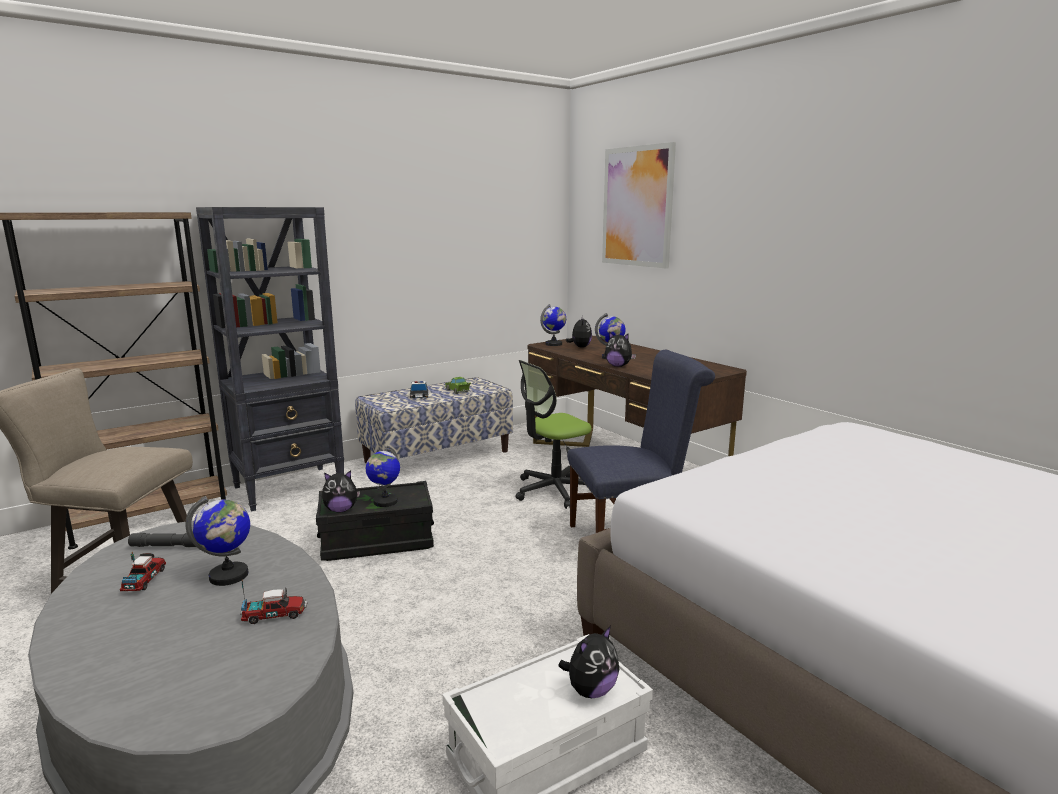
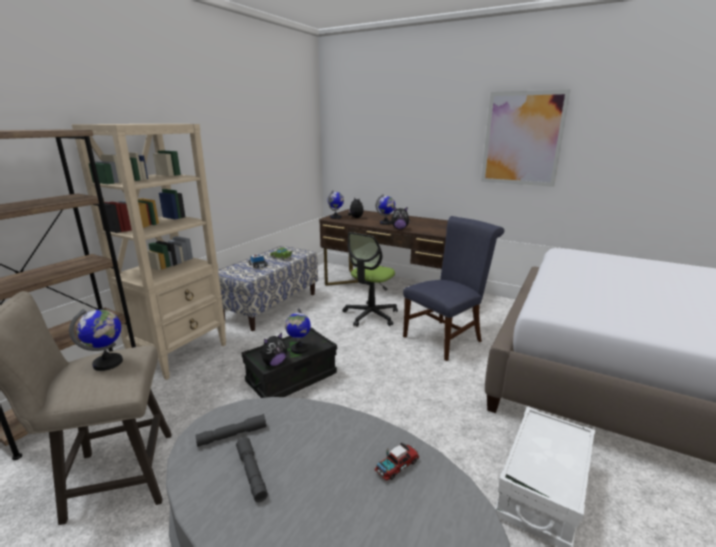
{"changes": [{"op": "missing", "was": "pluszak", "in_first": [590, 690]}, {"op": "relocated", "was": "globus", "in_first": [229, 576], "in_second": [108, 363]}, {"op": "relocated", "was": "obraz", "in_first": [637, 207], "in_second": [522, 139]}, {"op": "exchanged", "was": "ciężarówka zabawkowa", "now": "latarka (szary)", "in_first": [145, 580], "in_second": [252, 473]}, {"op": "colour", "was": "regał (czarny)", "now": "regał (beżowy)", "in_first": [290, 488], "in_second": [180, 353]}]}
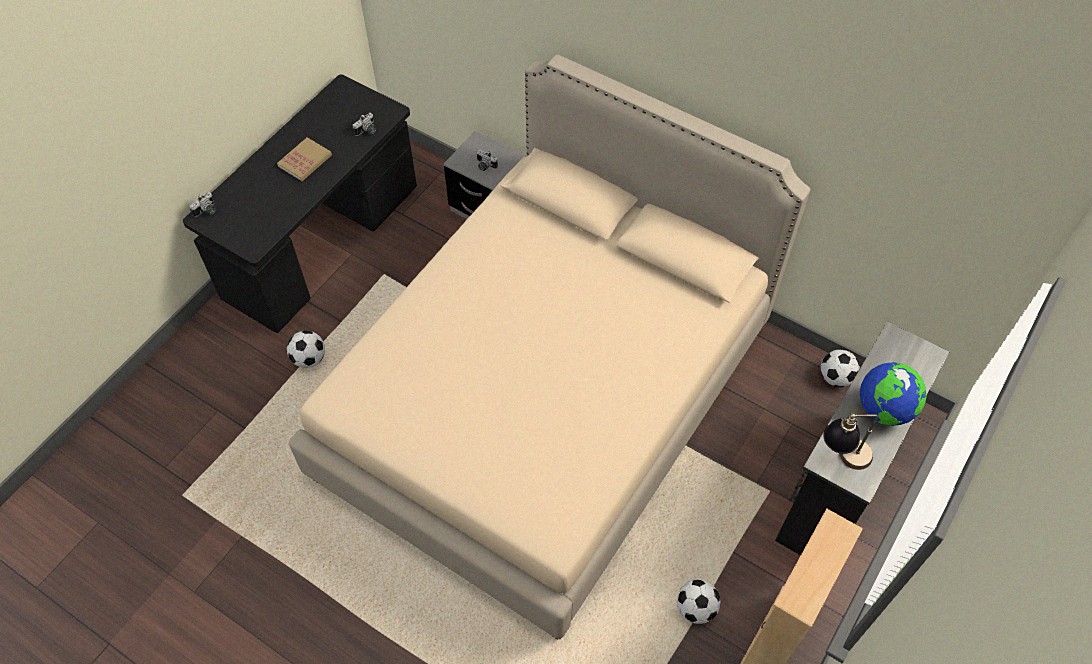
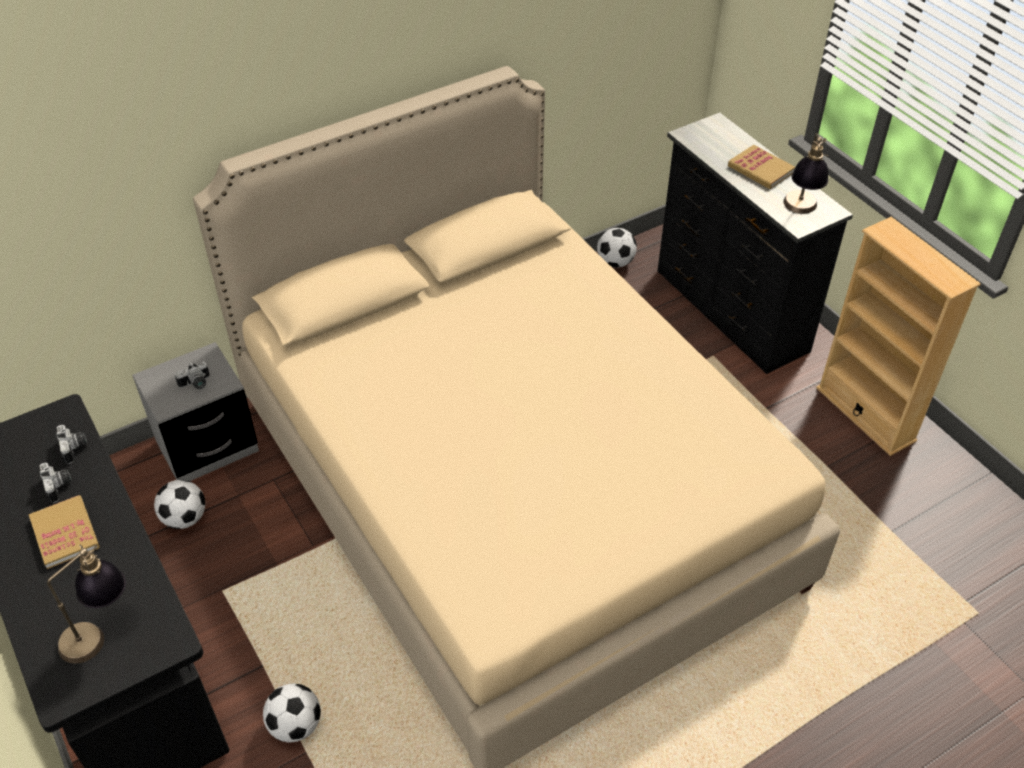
{"changes": [{"op": "appeared", "now": "lampa stołowa", "in_second": [100, 634]}, {"op": "relocated", "was": "aparat fotograficzny", "in_first": [207, 211], "in_second": [59, 486]}, {"op": "relocated", "was": "piłka futbolowa", "in_first": [696, 608], "in_second": [185, 518]}, {"op": "exchanged", "was": "globus", "now": "książka", "in_first": [884, 409], "in_second": [760, 169]}]}
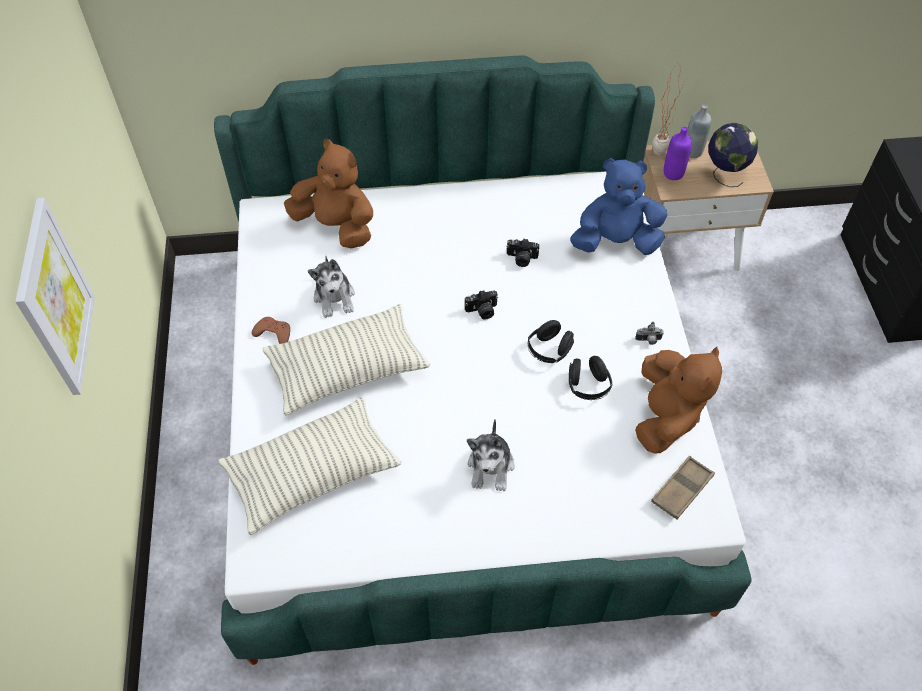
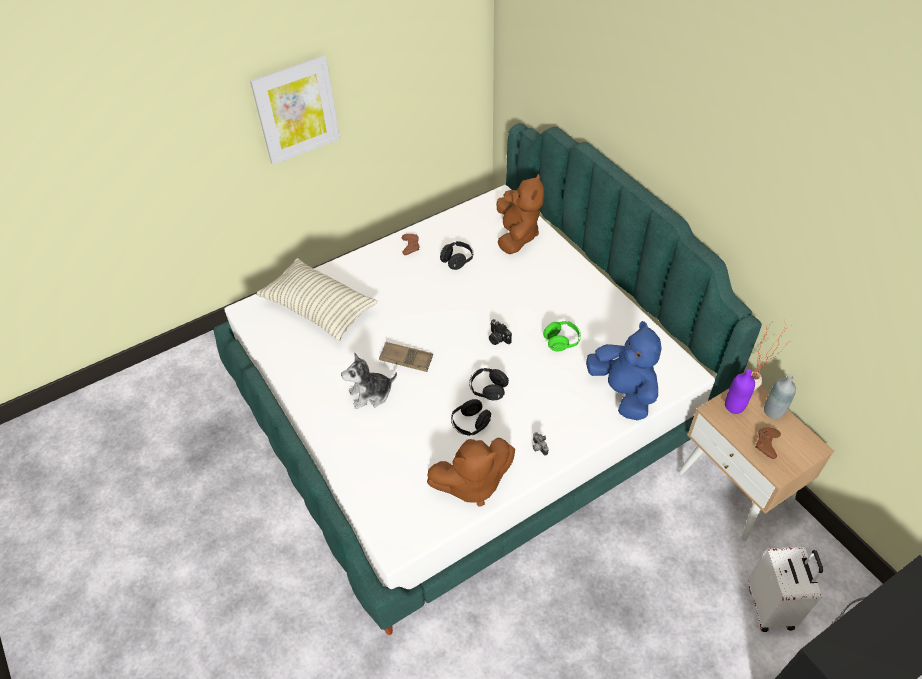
{"changes": [{"op": "missing", "was": "poduszka", "in_first": [347, 369]}, {"op": "appeared", "now": "walizka (biały)", "in_second": [771, 607]}, {"op": "relocated", "was": "taca (brązowy)", "in_first": [682, 490], "in_second": [406, 359]}, {"op": "exchanged", "was": "pluszak", "now": "słuchawki (czarny)", "in_first": [335, 297], "in_second": [457, 260]}, {"op": "exchanged", "was": "aparat fotograficzny", "now": "słuchawki (zielony)", "in_first": [521, 259], "in_second": [561, 341]}, {"op": "exchanged", "was": "globus", "now": "pad do gier (brązowy)", "in_first": [724, 174], "in_second": [766, 444]}]}
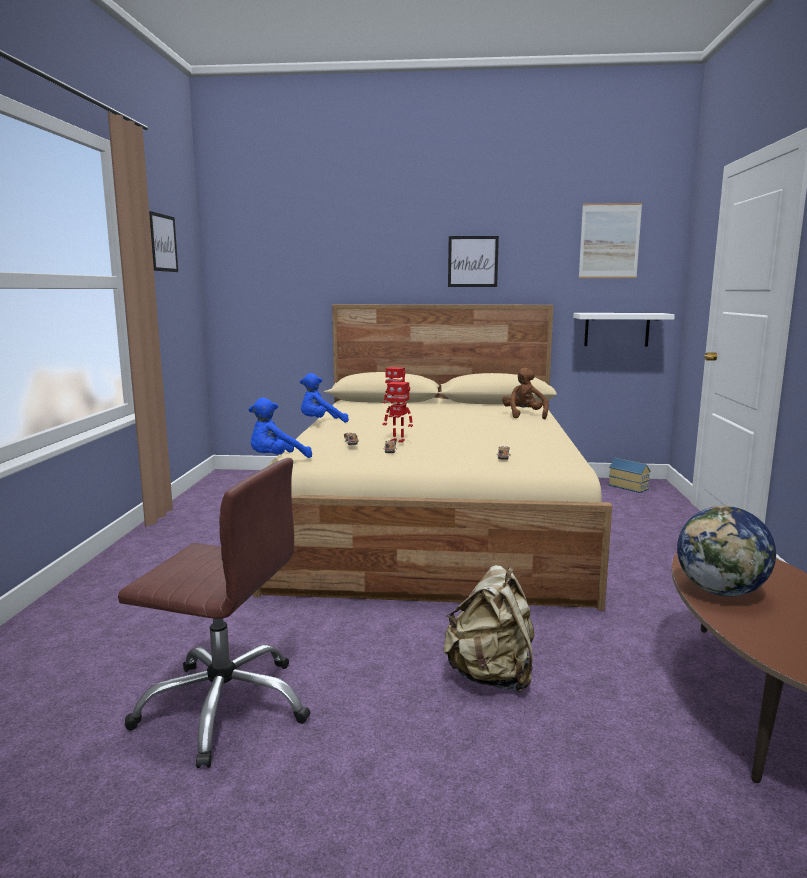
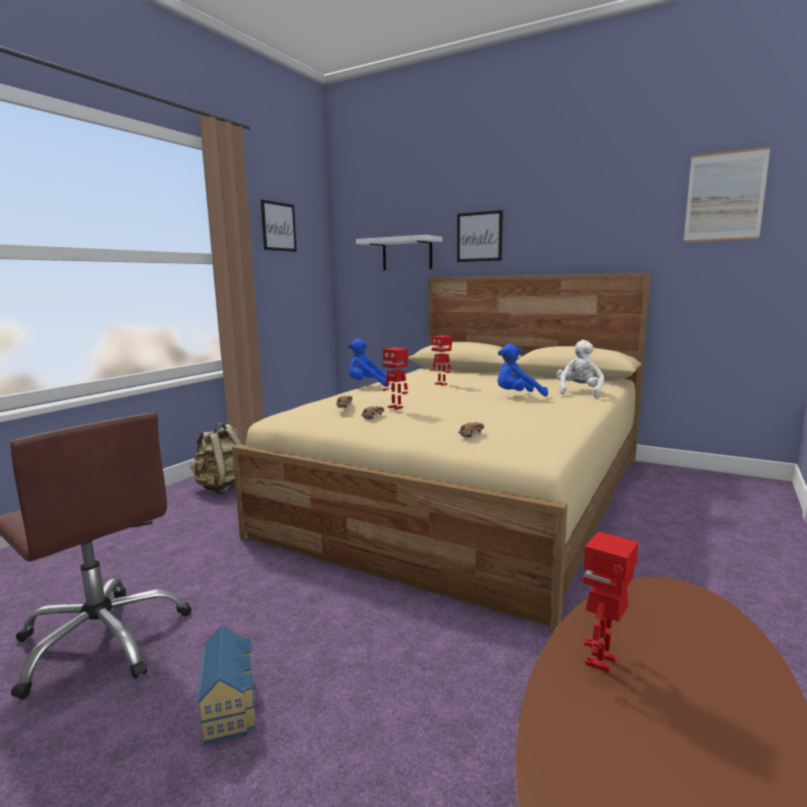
{"changes": [{"op": "relocated", "was": "pluszak (niebieski)", "in_first": [276, 460], "in_second": [517, 396]}, {"op": "relocated", "was": "plecak (beżowy)", "in_first": [491, 676], "in_second": [223, 489]}, {"op": "relocated", "was": "obraz", "in_first": [473, 261], "in_second": [479, 236]}, {"op": "relocated", "was": "półka (biały)", "in_first": [616, 329], "in_second": [407, 254]}, {"op": "relocated", "was": "domek", "in_first": [629, 487], "in_second": [232, 705]}, {"op": "exchanged", "was": "globus", "now": "robot zabawkowy", "in_first": [721, 592], "in_second": [602, 661]}, {"op": "colour", "was": "pluszak (brązowy)", "now": "pluszak (biały)", "in_first": [524, 415], "in_second": [579, 392]}]}
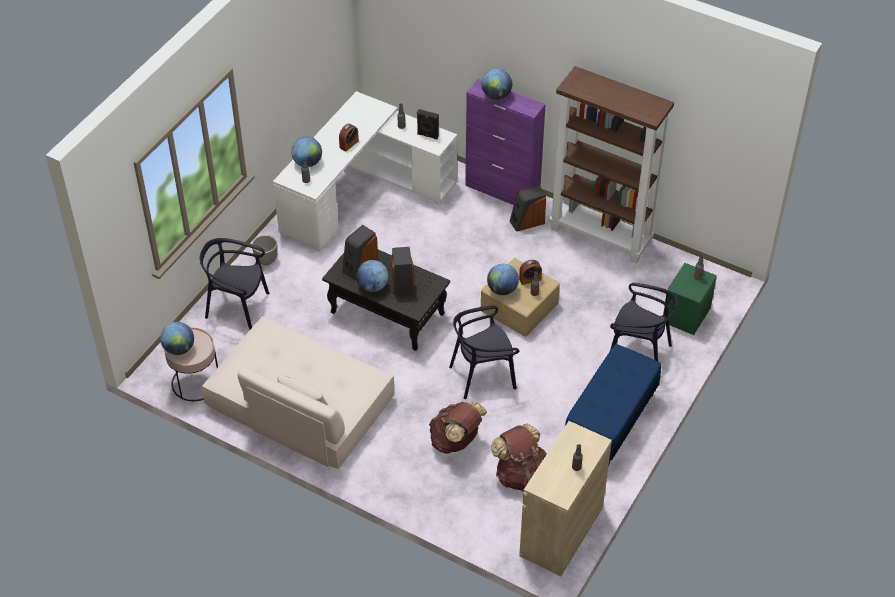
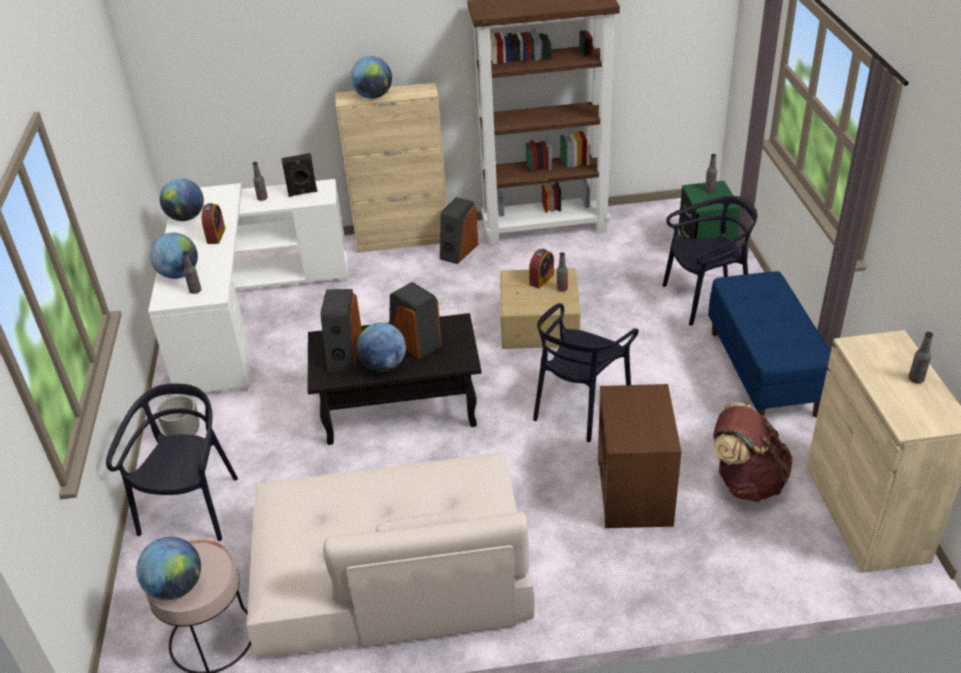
{"changes": [{"op": "relocated", "was": "globus", "in_first": [502, 290], "in_second": [186, 217]}, {"op": "exchanged", "was": "plecak (brązowy)", "now": "stolik (brązowy)", "in_first": [456, 441], "in_second": [633, 492]}, {"op": "colour", "was": "szafka (fioletowy)", "now": "szafka (beżowy)", "in_first": [502, 191], "in_second": [403, 239]}, {"op": "spun", "was": "krzesło (czarny)", "in_first": [237, 307], "in_second": [192, 508], "clockwise": 120}]}
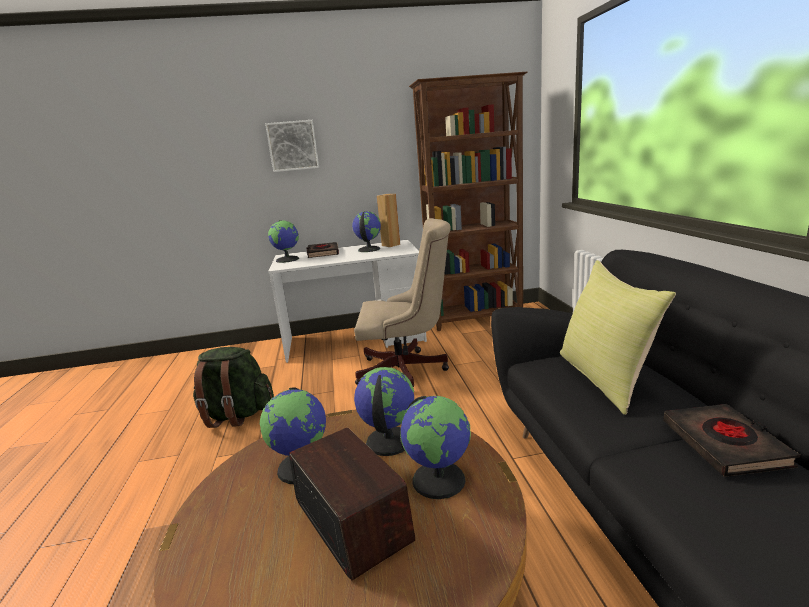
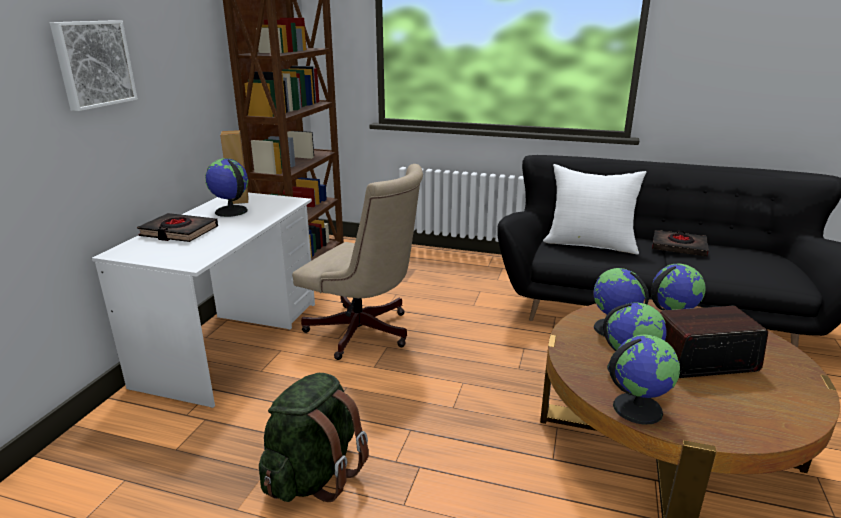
{"changes": [{"op": "relocated", "was": "globus", "in_first": [288, 259], "in_second": [637, 408]}, {"op": "colour", "was": "poduszka (żółty)", "now": "poduszka (biały)", "in_first": [605, 378], "in_second": [590, 244]}, {"op": "spun", "was": "krzesło biurowe (beżowy)", "in_first": [407, 371], "in_second": [364, 334], "clockwise": 90}]}
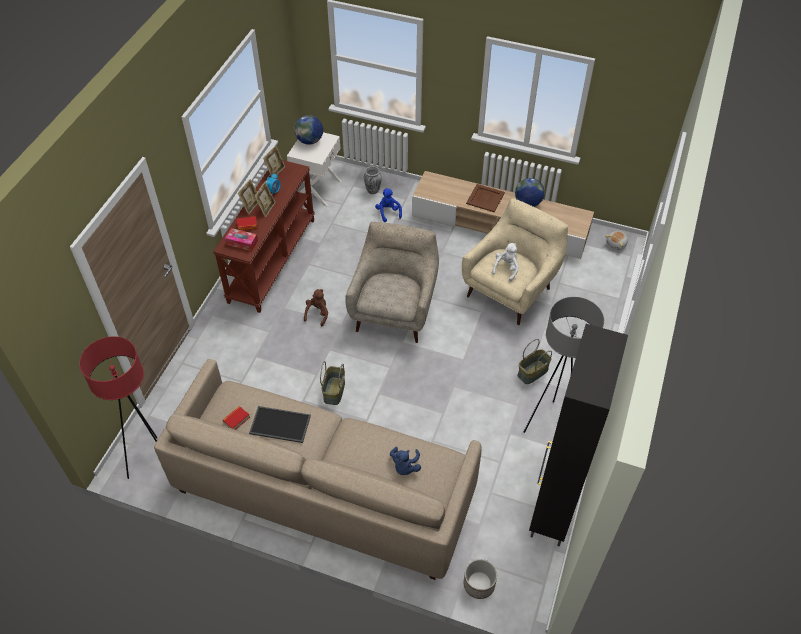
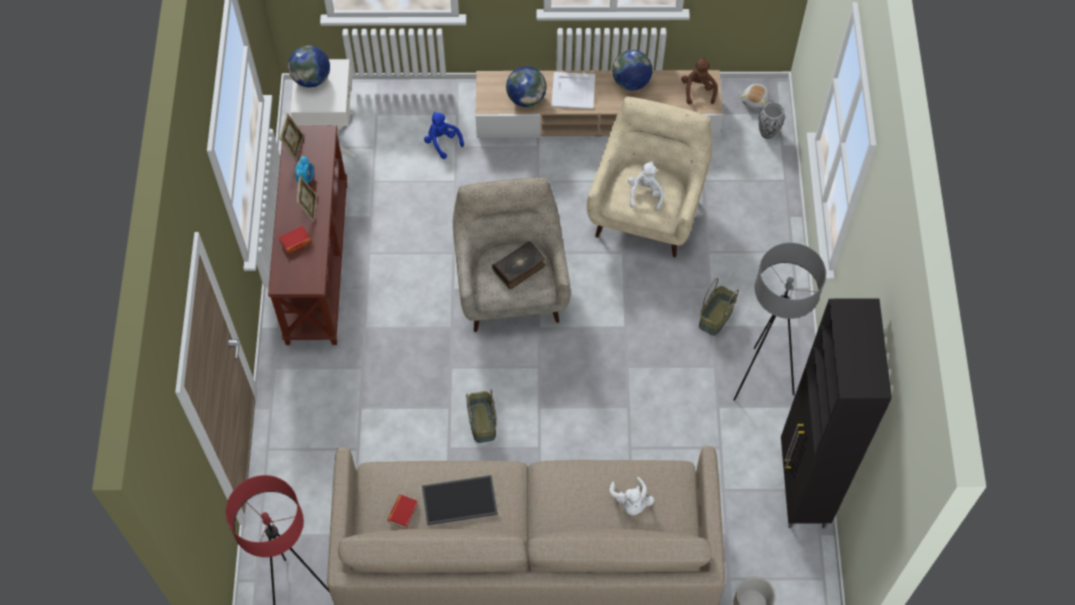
{"changes": [{"op": "missing", "was": "pudełko chusteczek", "in_first": [242, 242]}, {"op": "missing", "was": "ramka na zdjęcie", "in_first": [251, 206]}, {"op": "appeared", "now": "książka", "in_second": [519, 268]}, {"op": "appeared", "now": "globus", "in_second": [526, 98]}, {"op": "relocated", "was": "pluszak (brązowy)", "in_first": [317, 313], "in_second": [698, 90]}, {"op": "relocated", "was": "wazon", "in_first": [373, 191], "in_second": [768, 133]}, {"op": "colour", "was": "pluszak (niebieski)", "now": "pluszak (biały)", "in_first": [405, 466], "in_second": [631, 502]}, {"op": "colour", "was": "taca (brązowy)", "now": "taca (biały)", "in_first": [485, 198], "in_second": [573, 90]}]}
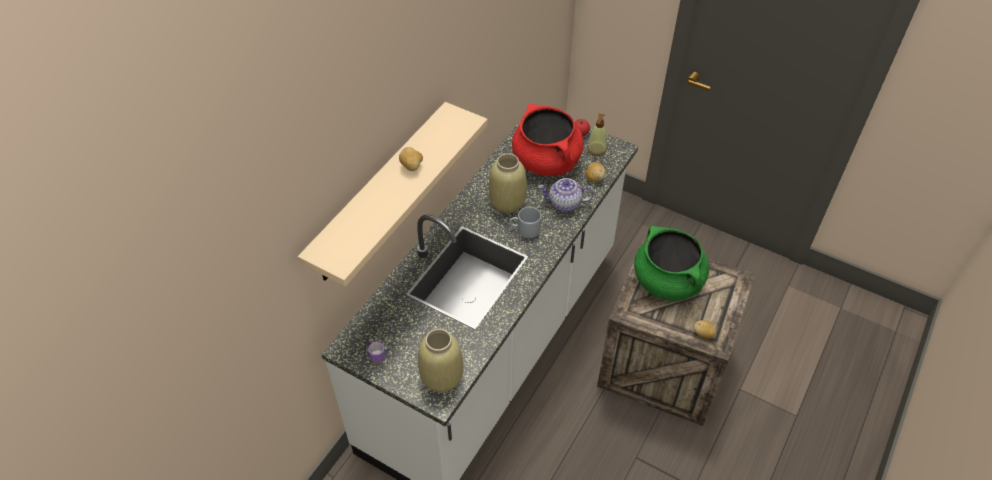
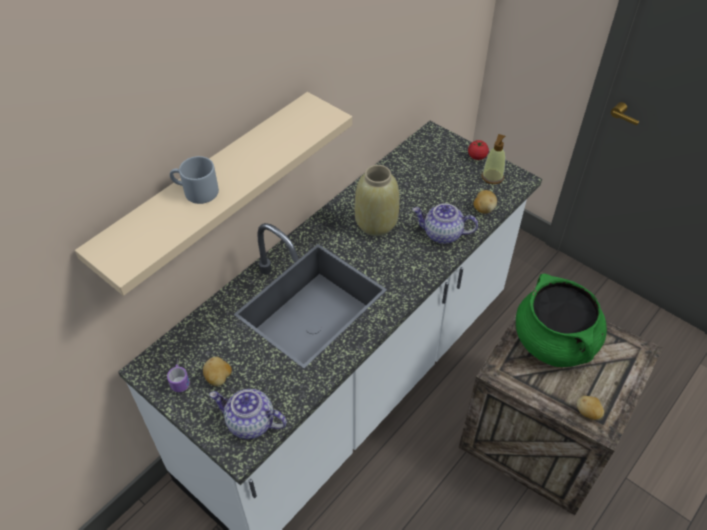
{"changes": [{"op": "missing", "was": "garnek (czerwony)", "in_first": [547, 162]}, {"op": "relocated", "was": "ziemniak", "in_first": [412, 166], "in_second": [219, 378]}, {"op": "relocated", "was": "kubek (szary)", "in_first": [524, 230], "in_second": [195, 191]}, {"op": "exchanged", "was": "wazon (beżowy)", "now": "imbryk", "in_first": [442, 378], "in_second": [250, 423]}]}
